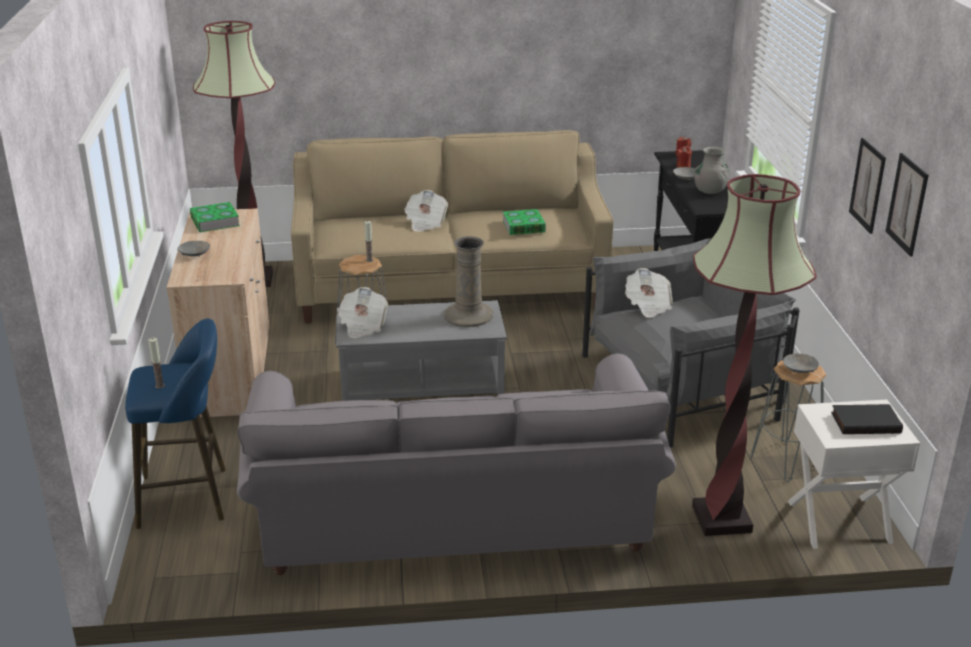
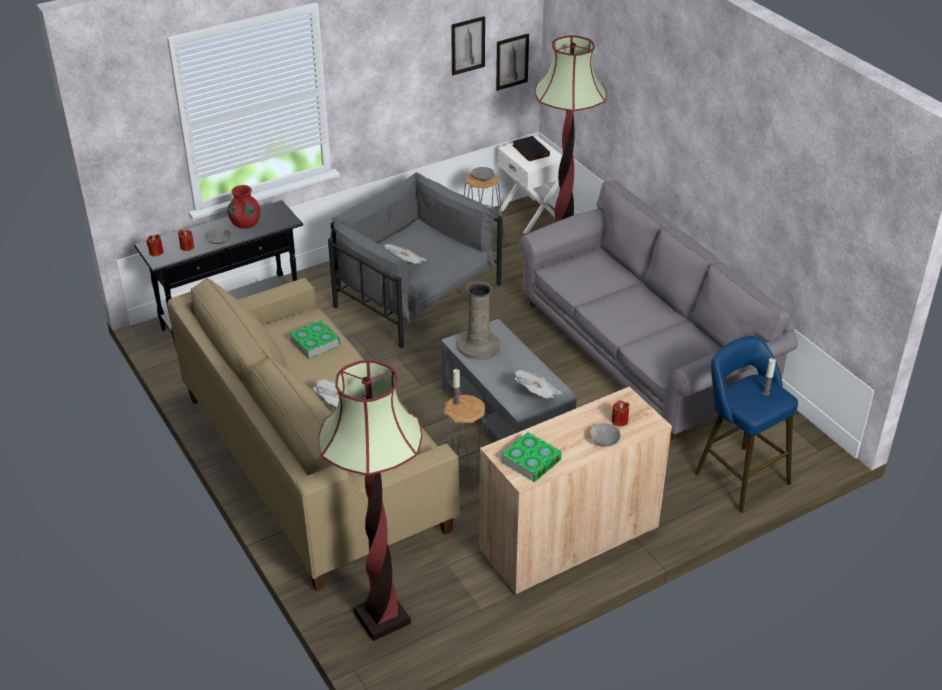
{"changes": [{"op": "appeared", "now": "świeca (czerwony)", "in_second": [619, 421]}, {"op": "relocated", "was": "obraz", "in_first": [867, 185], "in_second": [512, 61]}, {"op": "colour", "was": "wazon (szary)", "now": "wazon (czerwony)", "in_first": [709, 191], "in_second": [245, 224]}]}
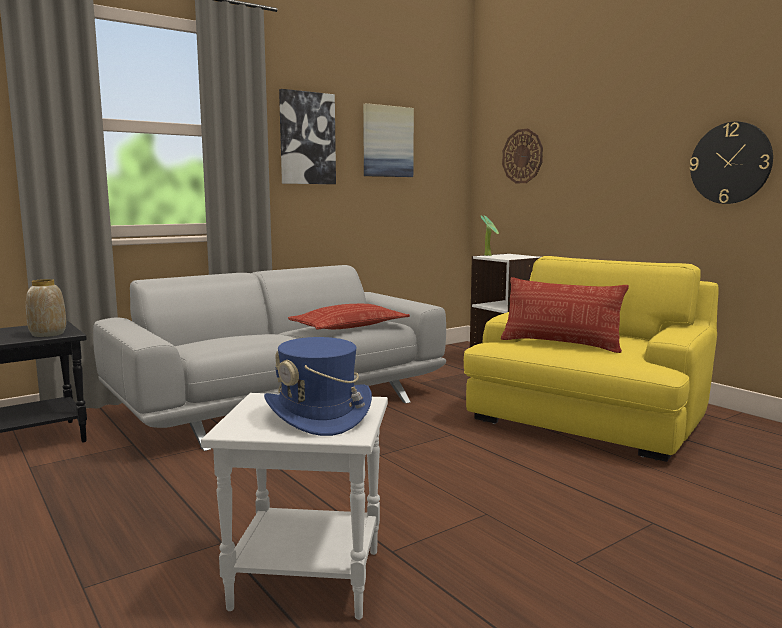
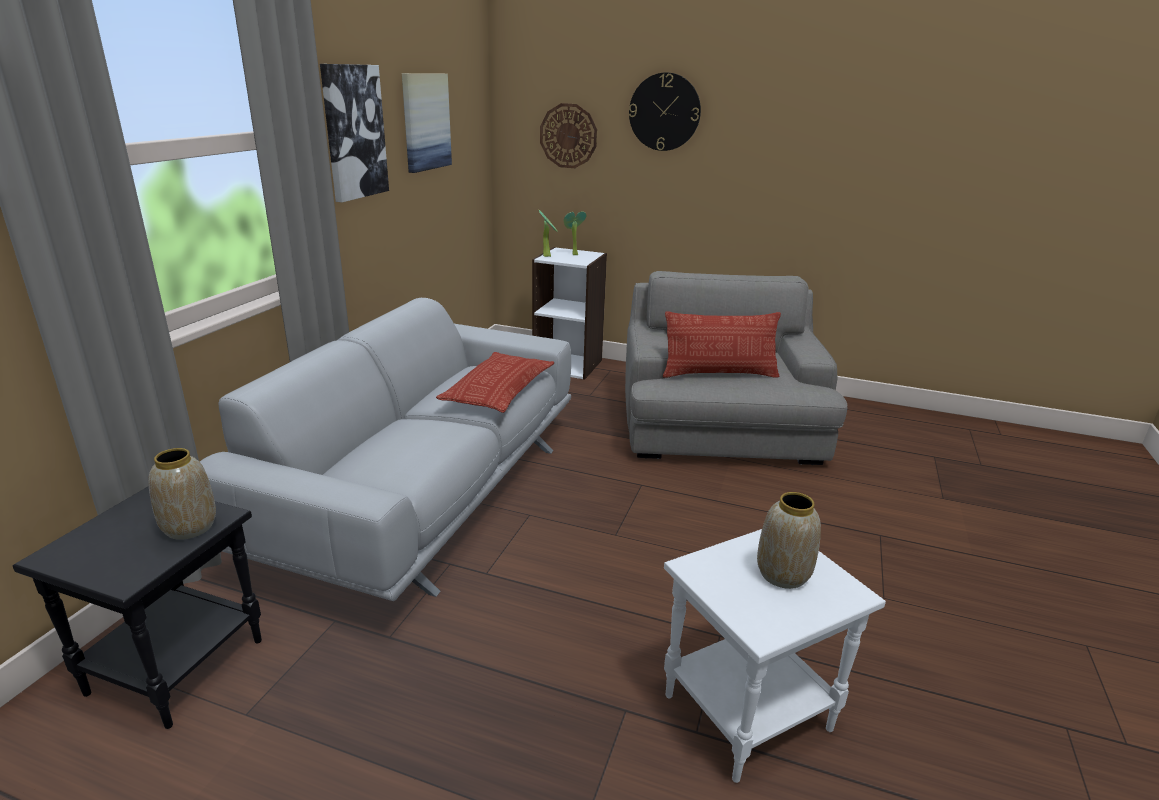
{"changes": [{"op": "appeared", "now": "roślina doniczkowa", "in_second": [573, 254]}, {"op": "relocated", "was": "zegar ścienny", "in_first": [730, 163], "in_second": [664, 112]}, {"op": "exchanged", "was": "kapelusz (niebieski)", "now": "wazon", "in_first": [319, 415], "in_second": [783, 574]}, {"op": "colour", "was": "fotel (żółty)", "now": "fotel (szary)", "in_first": [587, 419], "in_second": [719, 430]}]}
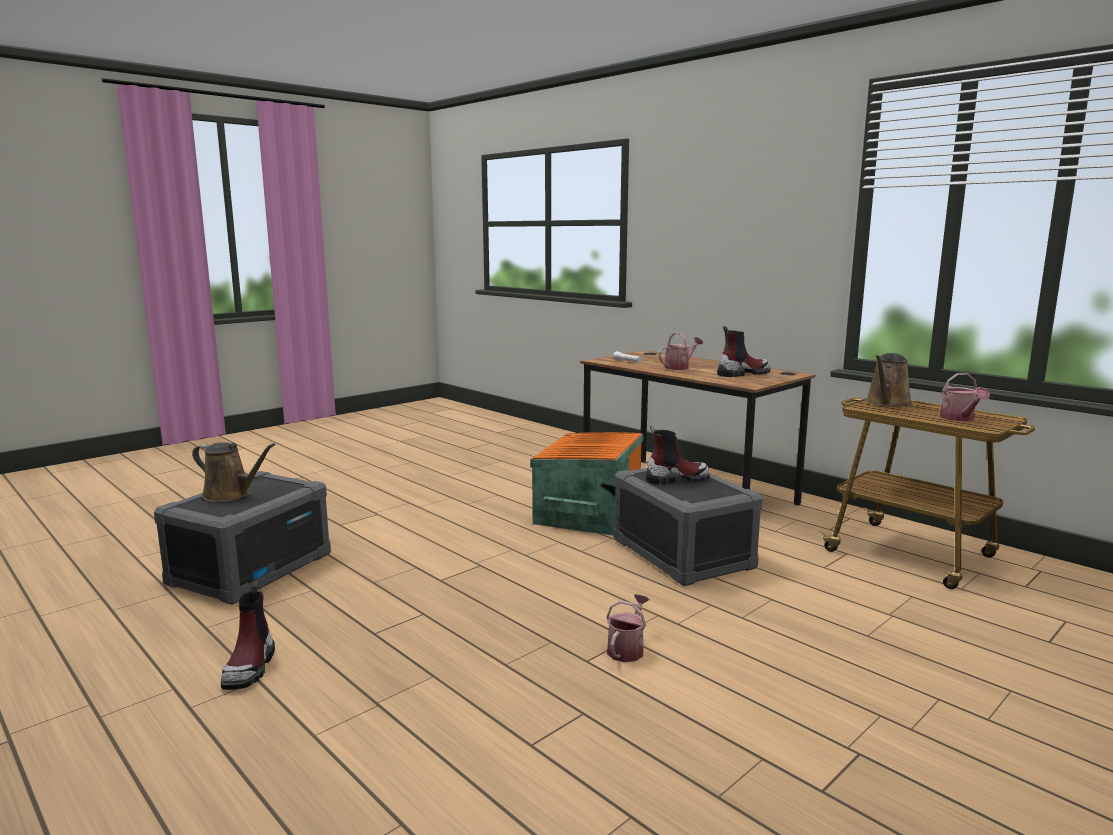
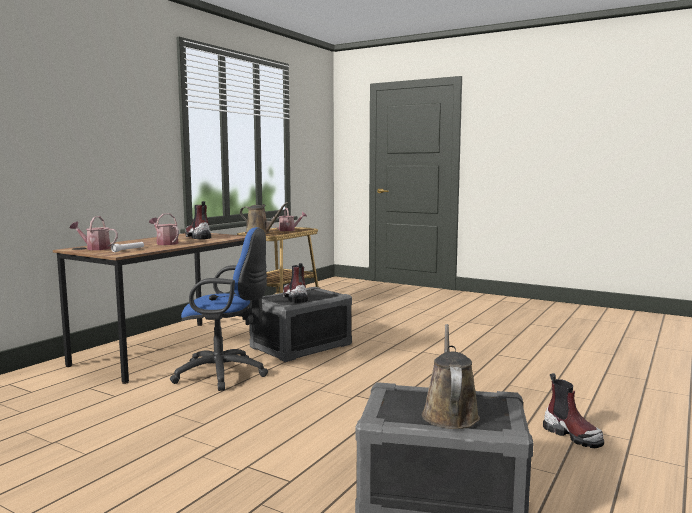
{"changes": [{"op": "relocated", "was": "konewka", "in_first": [627, 649], "in_second": [95, 248]}, {"op": "exchanged", "was": "pojemnik do przechowywania (pomarańczowy)", "now": "krzesło biurowe (niebieski)", "in_first": [586, 512], "in_second": [225, 374]}, {"op": "spun", "was": "but z cholewką", "in_first": [250, 667], "in_second": [572, 435], "clockwise": 75}]}
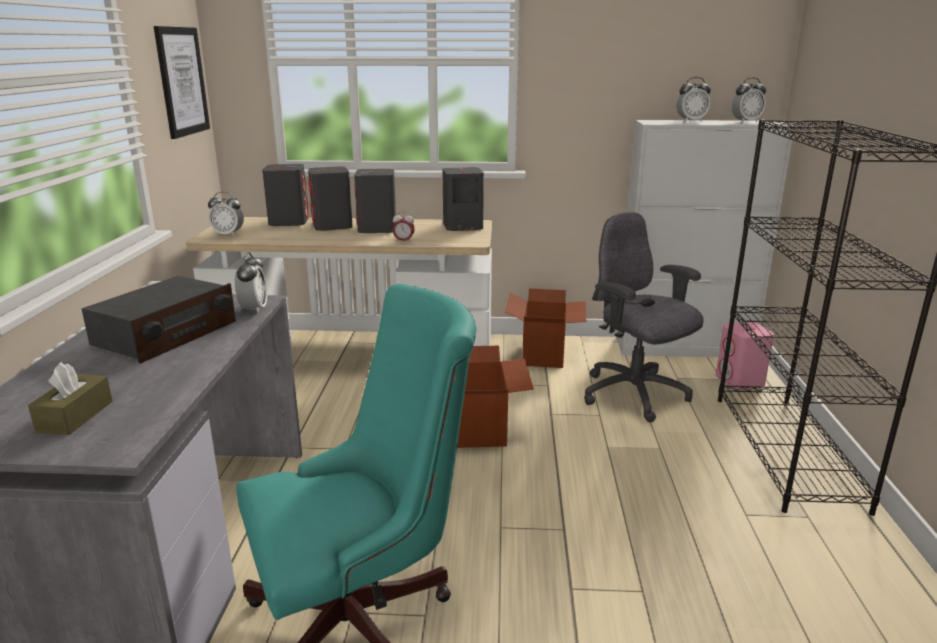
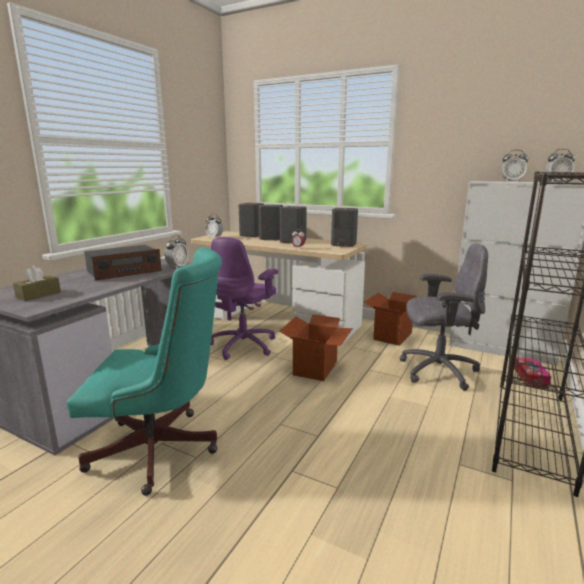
{"changes": [{"op": "missing", "was": "obraz", "in_first": [182, 81]}, {"op": "appeared", "now": "krzesło biurowe (fioletowy)", "in_second": [244, 345]}, {"op": "exchanged", "was": "głośnik (różowy)", "now": "pudełko chusteczek", "in_first": [740, 381], "in_second": [530, 378]}, {"op": "spun", "was": "krzesło biurowe (szary)", "in_first": [635, 395], "in_second": [437, 370], "clockwise": 105}]}
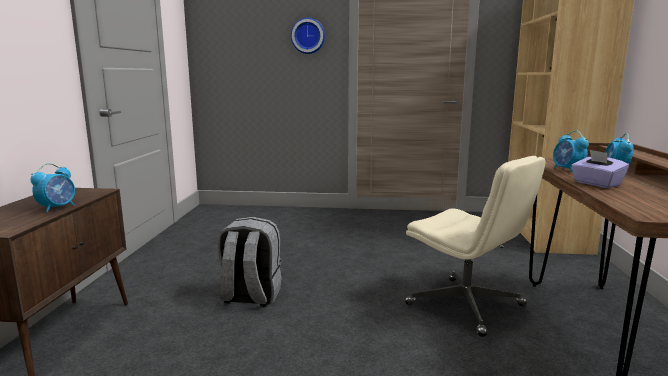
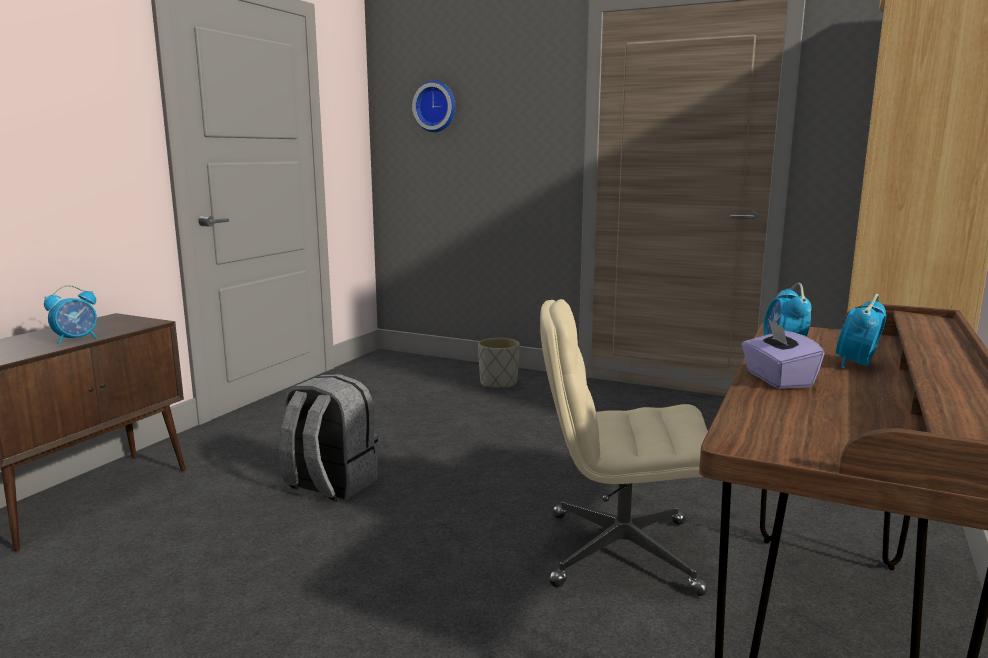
{"changes": [{"op": "appeared", "now": "donica (szary)", "in_second": [499, 383]}, {"op": "relocated", "was": "zegar ścienny", "in_first": [308, 36], "in_second": [436, 106]}, {"op": "spun", "was": "krzesło biurowe (beżowy)", "in_first": [467, 305], "in_second": [619, 552], "clockwise": 120}]}
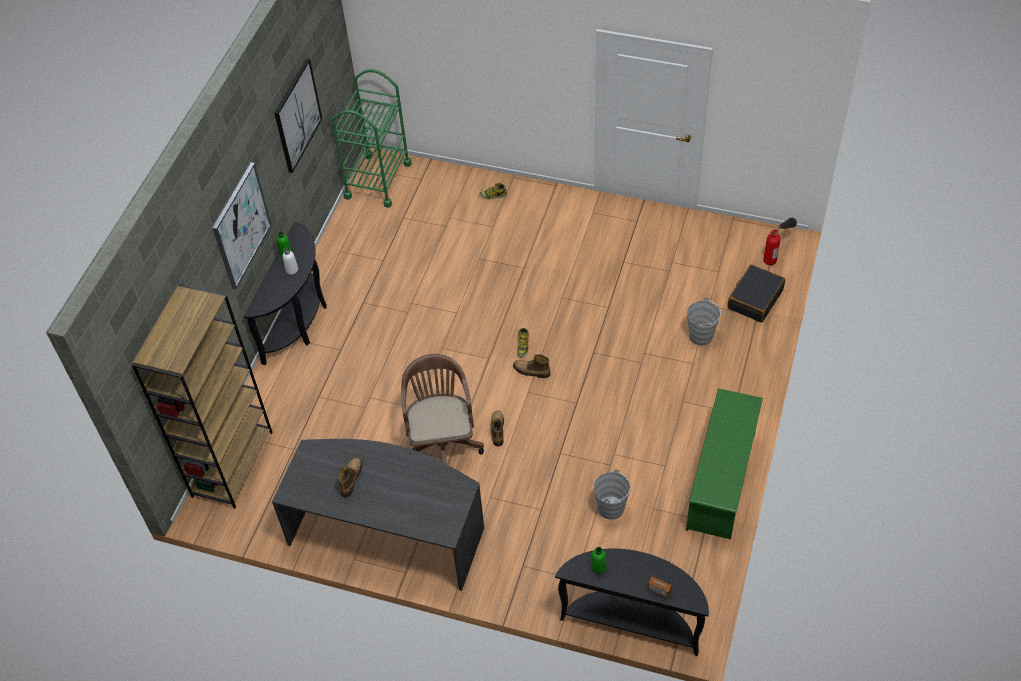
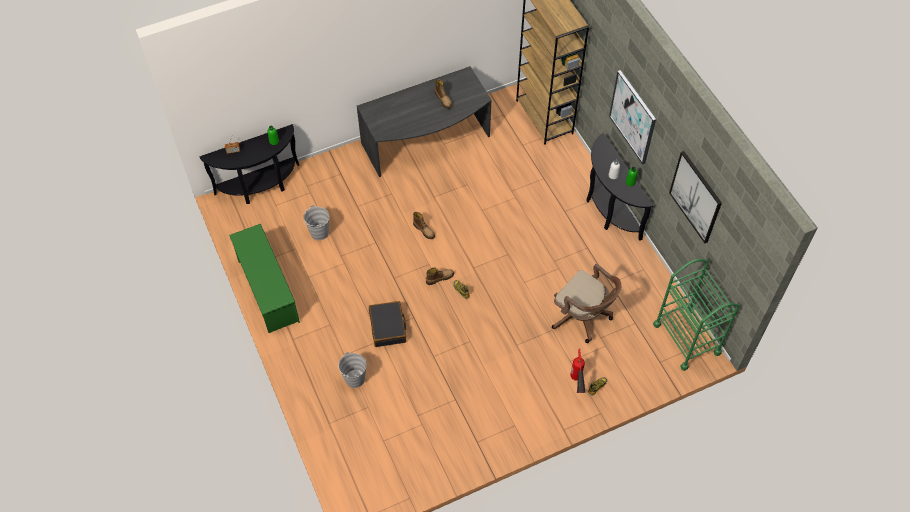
{"changes": [{"op": "relocated", "was": "krzesło biurowe (brązowy)", "in_first": [442, 441], "in_second": [582, 317]}, {"op": "relocated", "was": "walizka (czarny)", "in_first": [755, 299], "in_second": [388, 327]}, {"op": "relocated", "was": "gaśnica", "in_first": [776, 253], "in_second": [577, 385]}]}
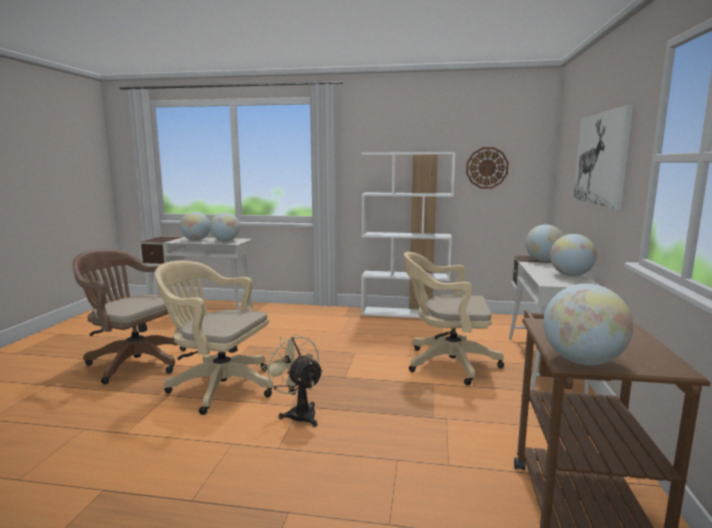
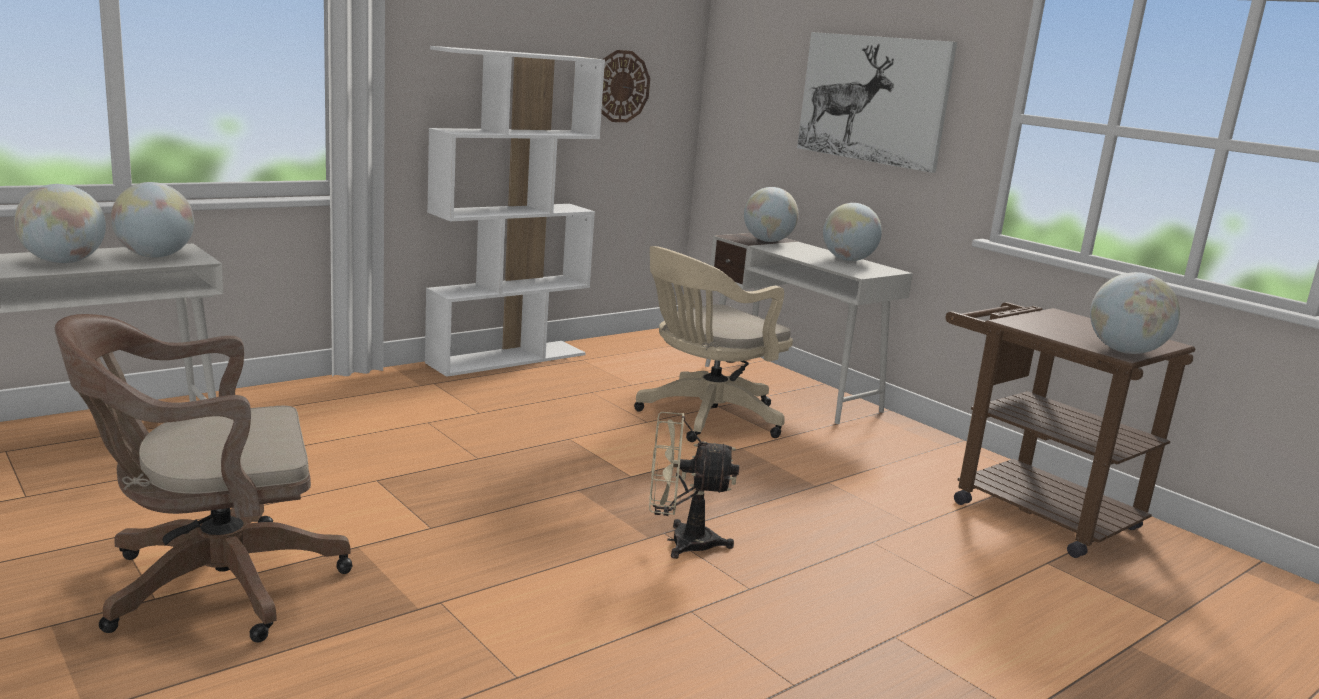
{"changes": [{"op": "missing", "was": "krzesło biurowe (beżowy)", "in_first": [218, 386]}]}
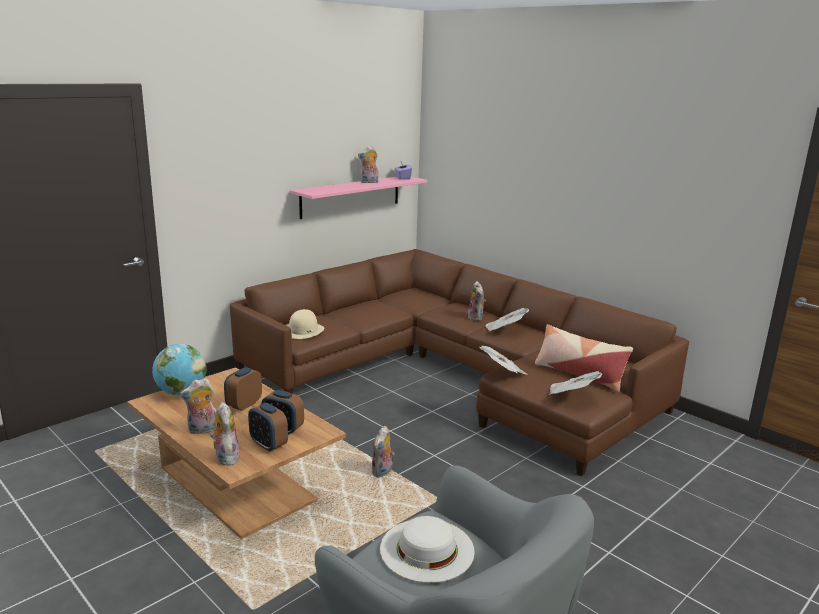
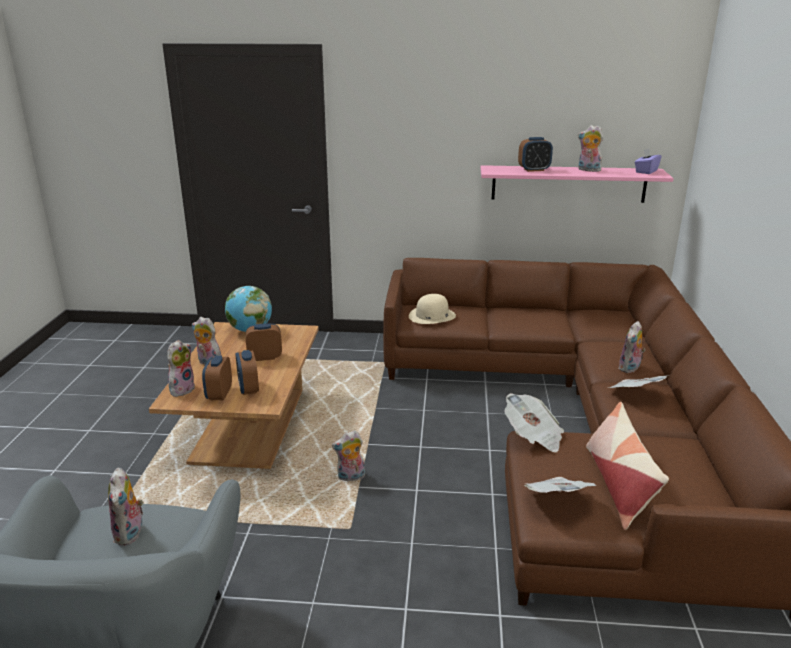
{"changes": [{"op": "appeared", "now": "budzik", "in_second": [534, 170]}, {"op": "exchanged", "was": "kapelusz (biały)", "now": "pluszak", "in_first": [427, 549], "in_second": [130, 534]}]}
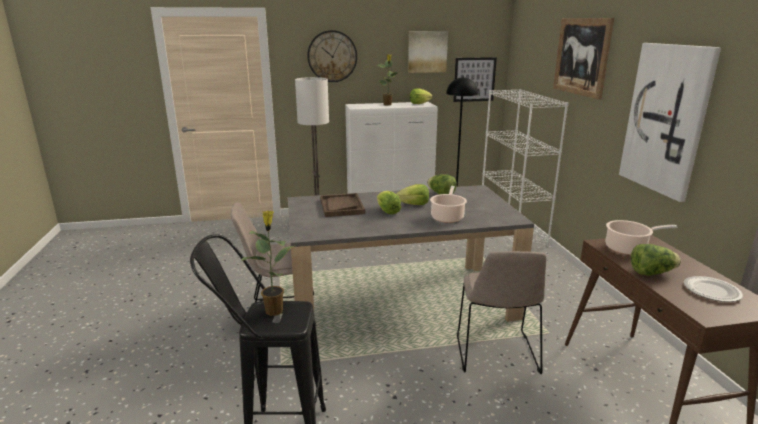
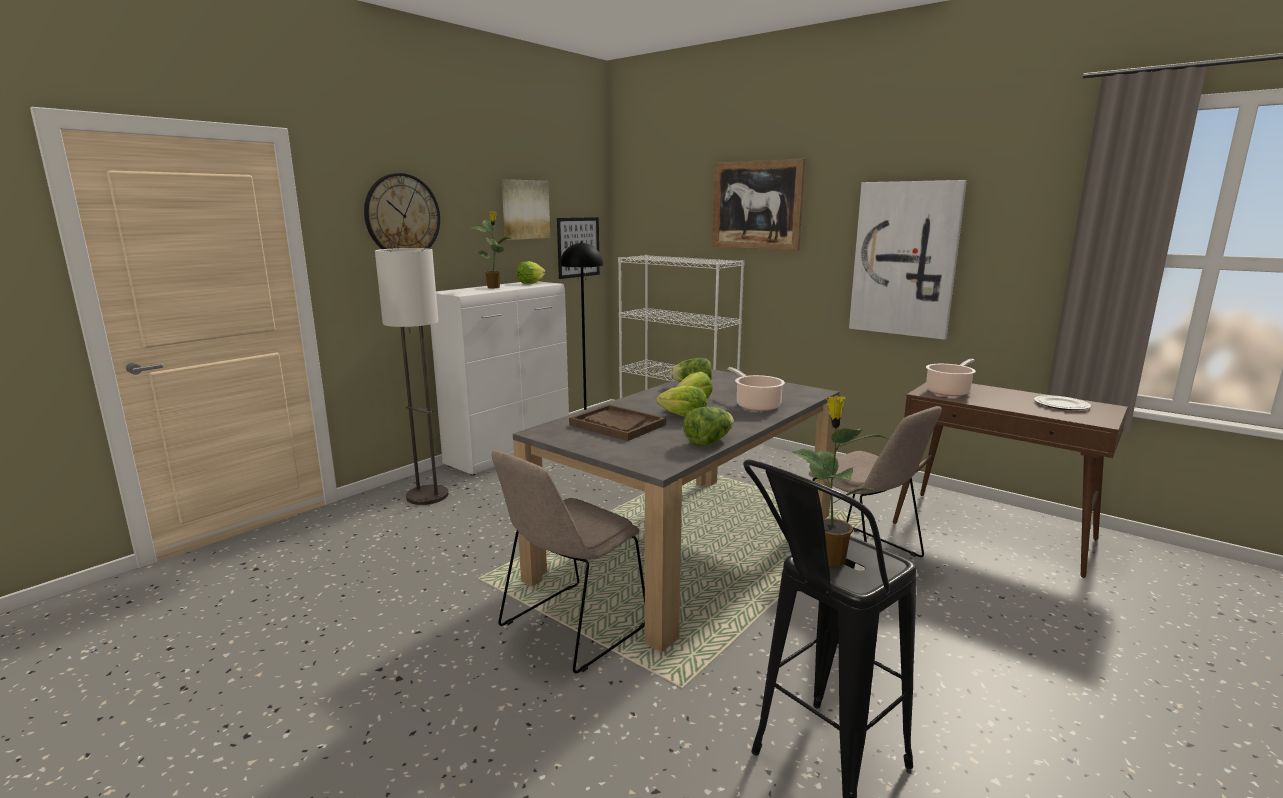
{"changes": [{"op": "relocated", "was": "sałata", "in_first": [651, 273], "in_second": [708, 442]}]}
